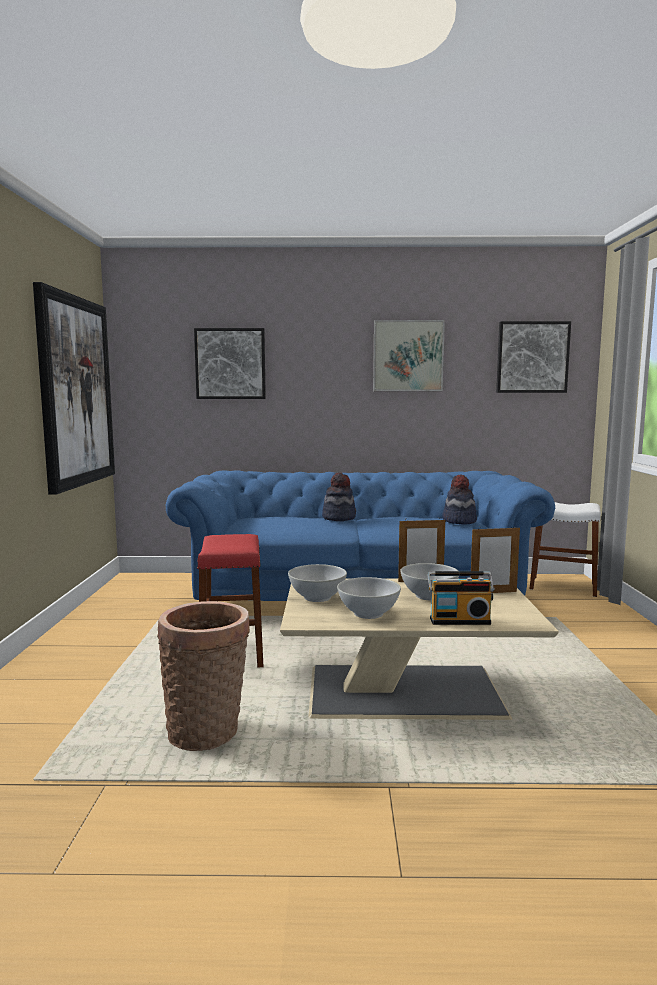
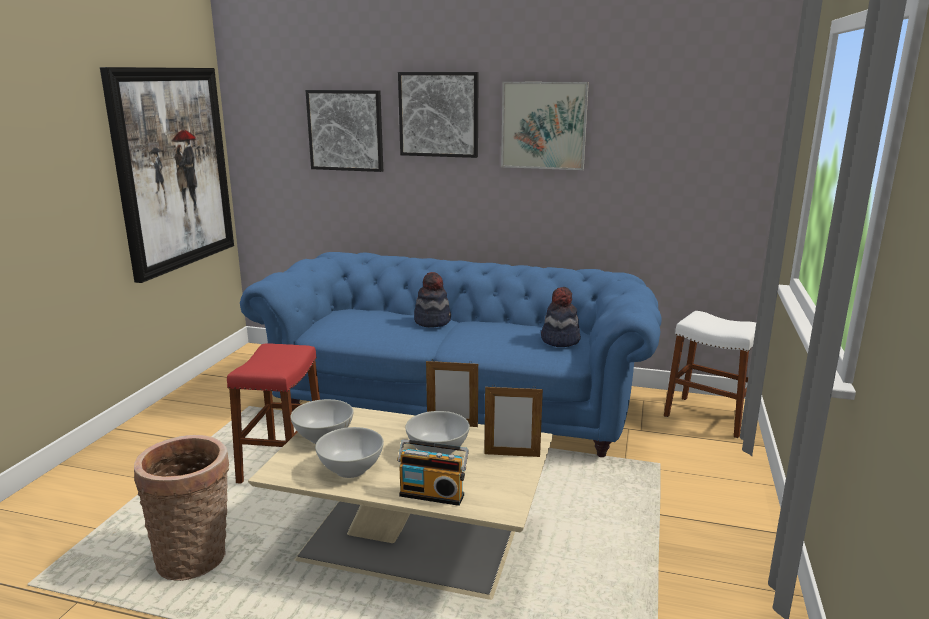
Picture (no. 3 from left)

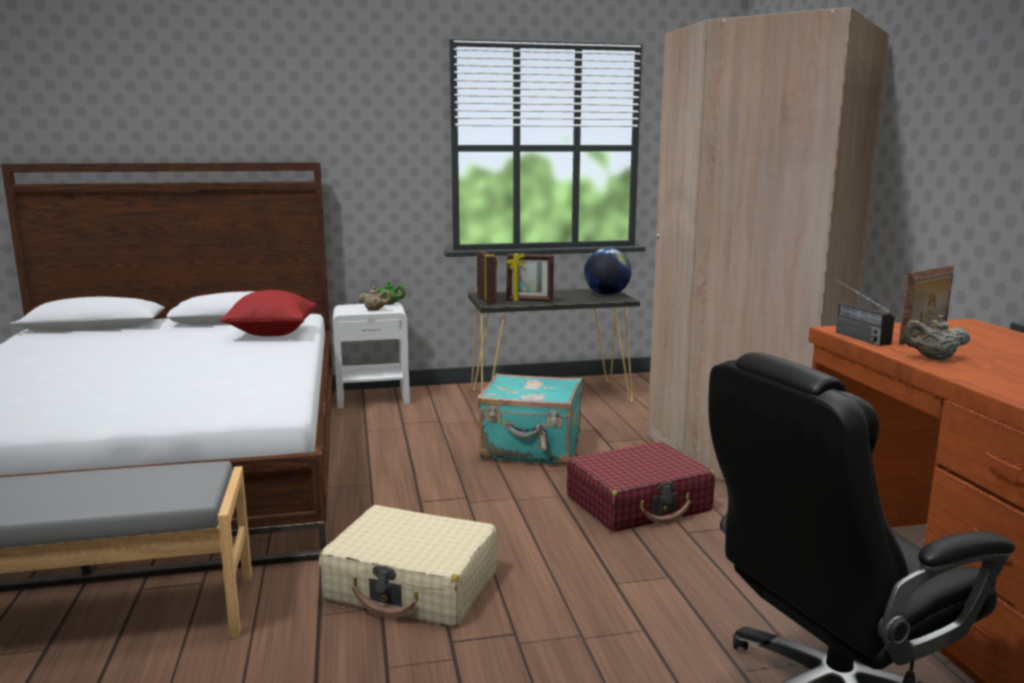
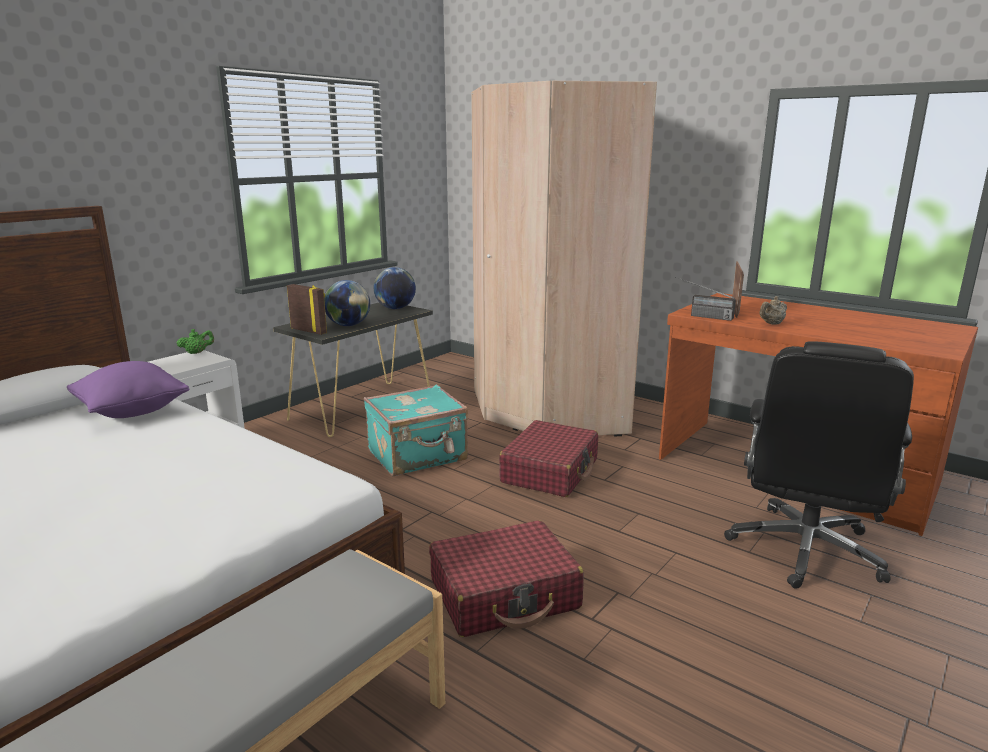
Globe (no. 1 from left)
BeigeTeapot (no. 1 from left in the first image)
PurplePillow
RedSuitcase (no. 1 from left)

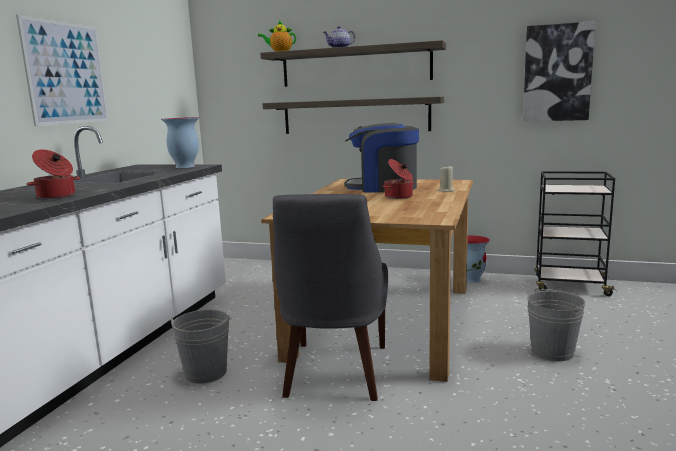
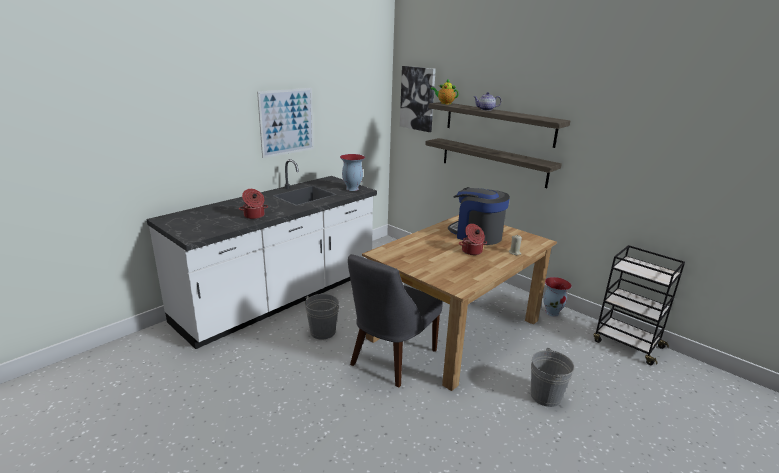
Picture (no. 2 from left)

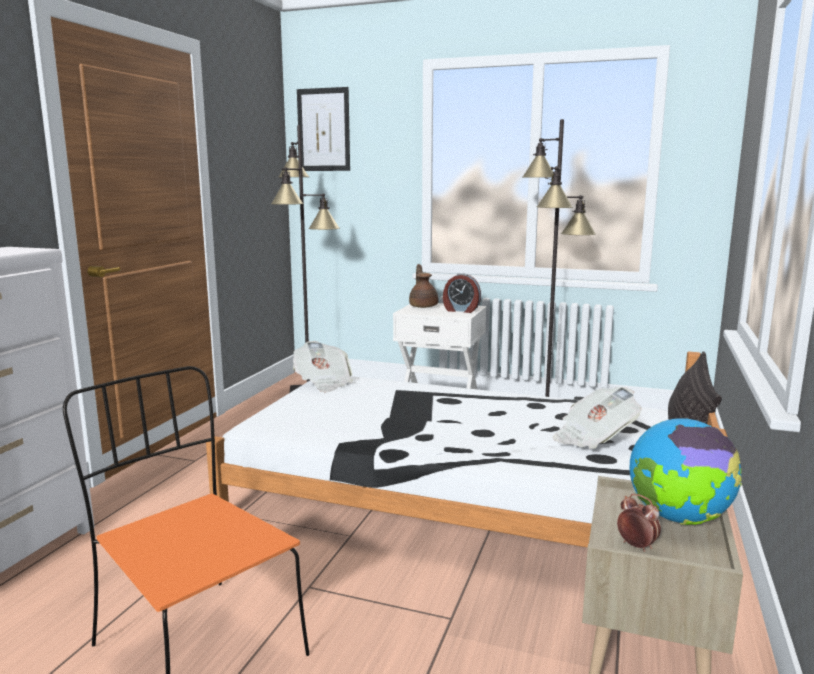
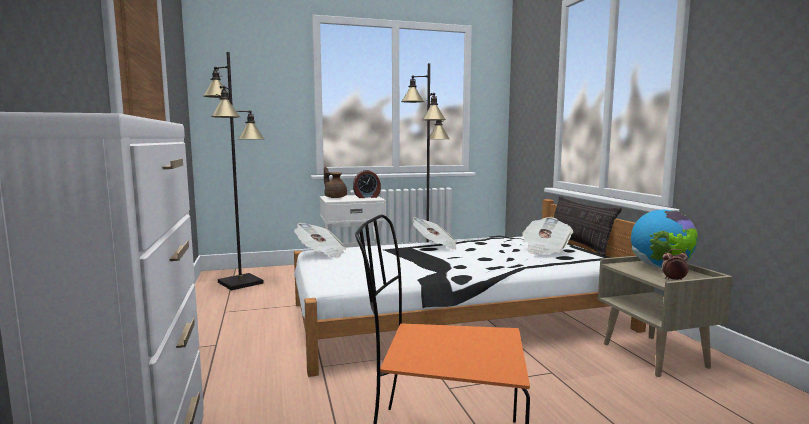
Picture
Newspaper (no. 2 from left)

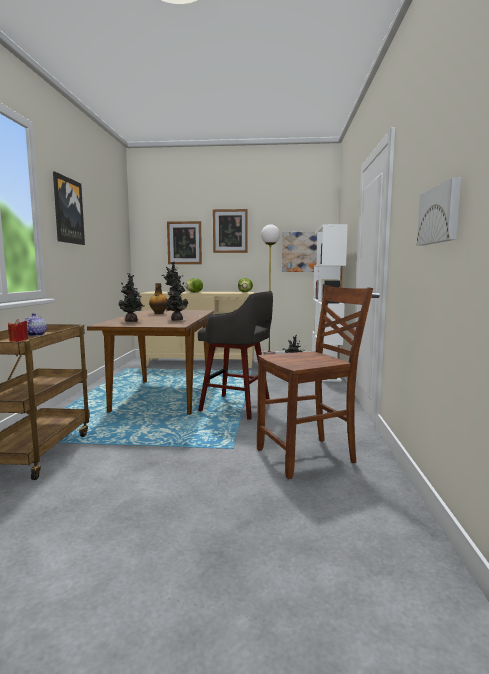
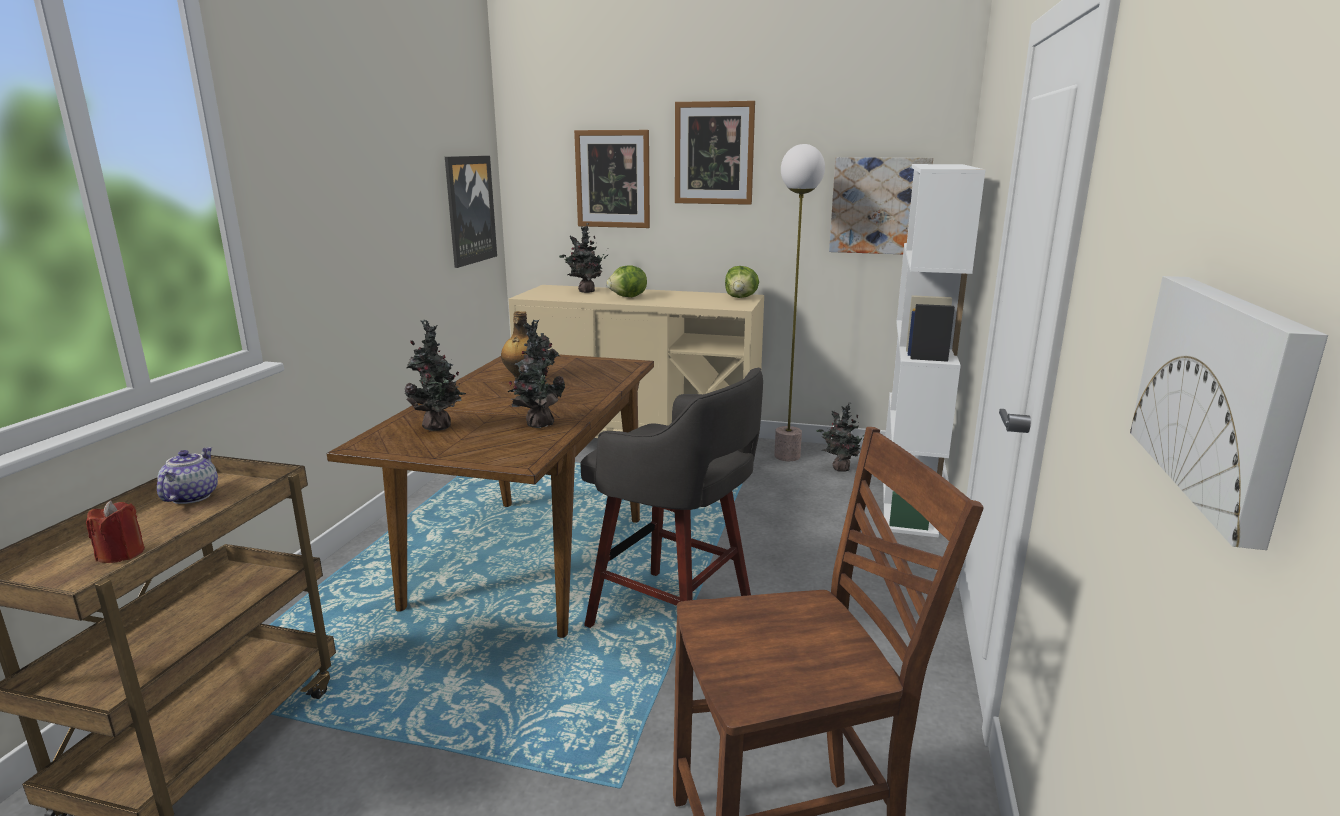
Picture (no. 1 from left)

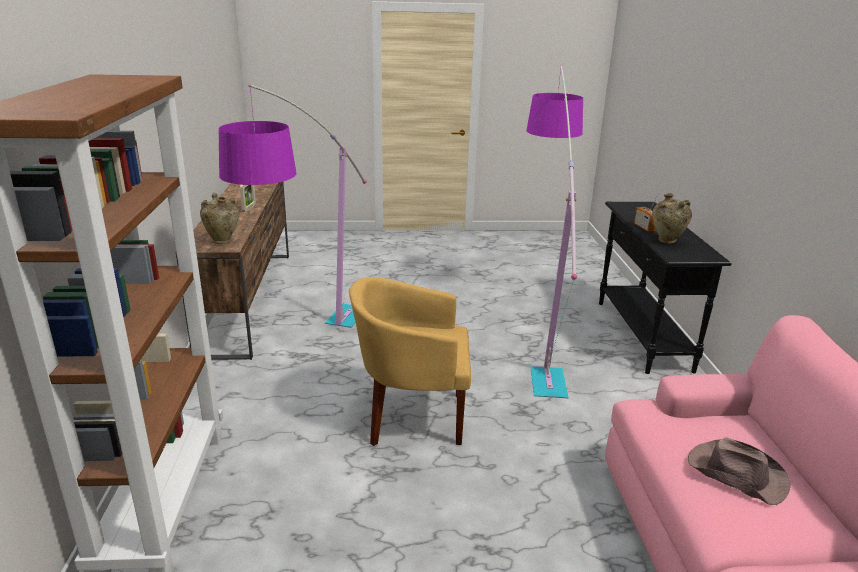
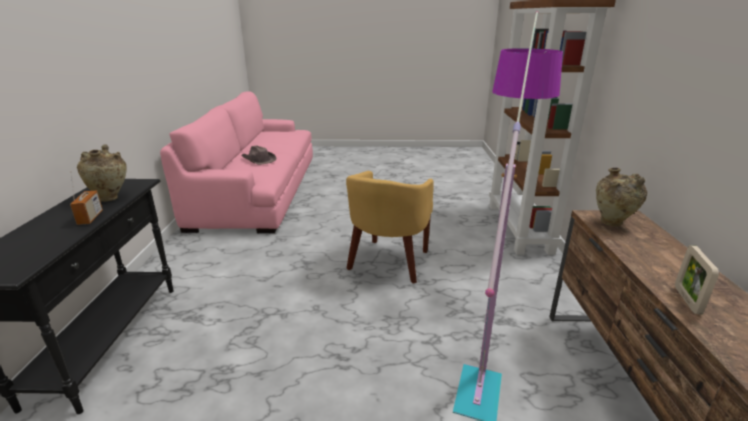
FloorLamp (no. 2 from left in the first image)
YellowArmchair

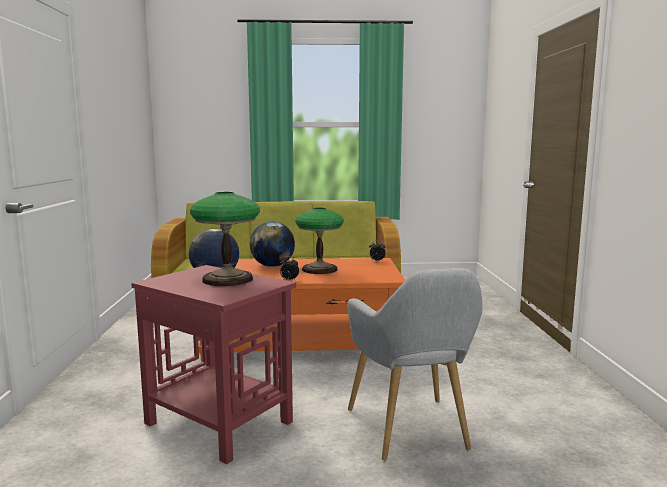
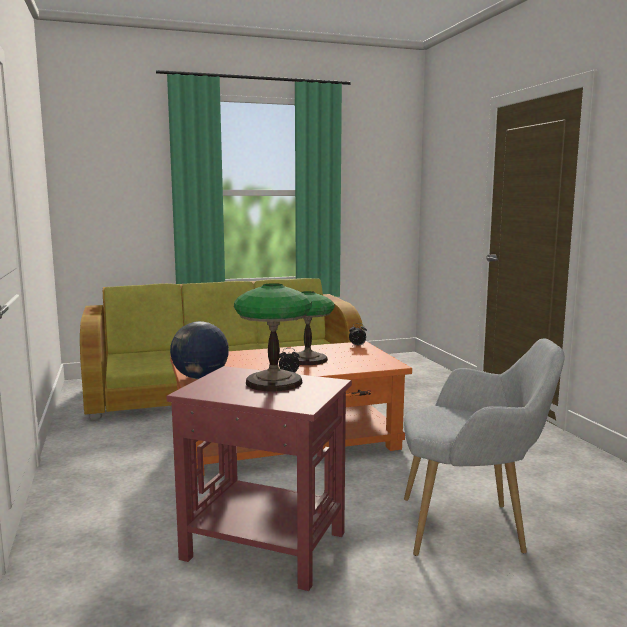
Globe (no. 2 from left in the first image)
GreyArmchair

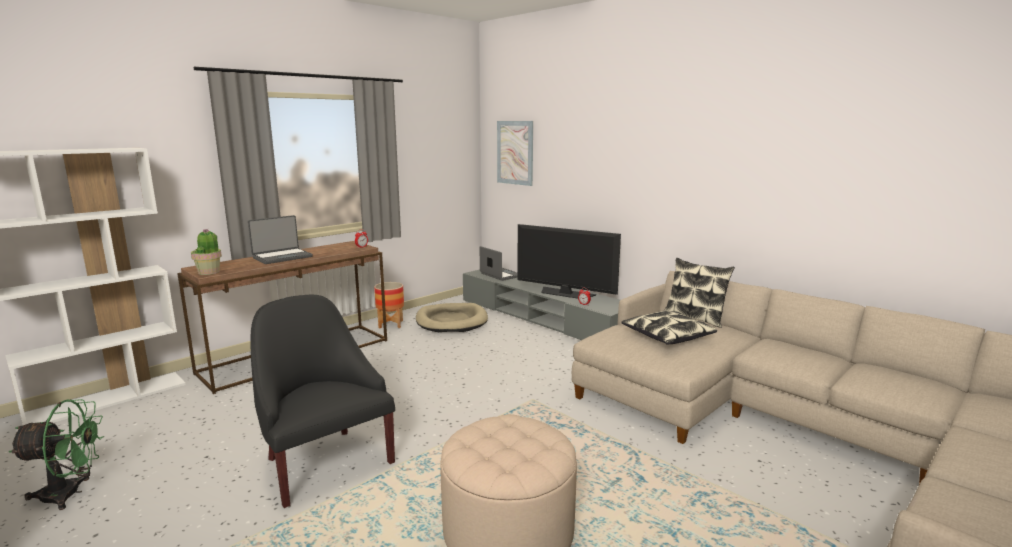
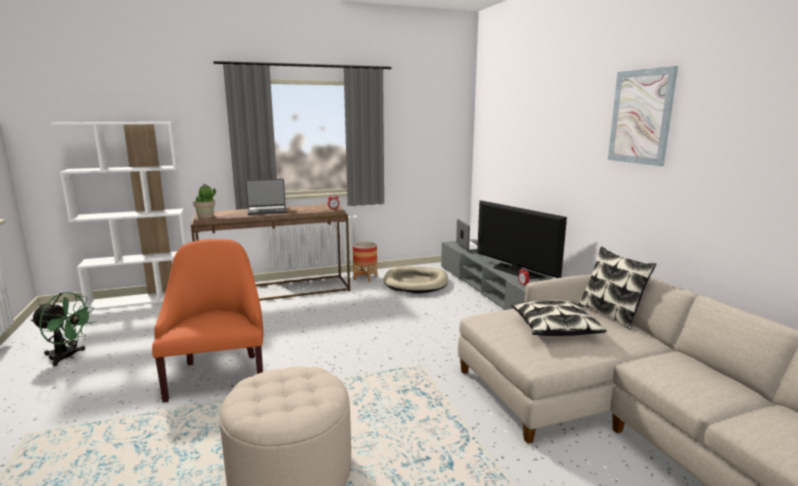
Picture
OrangeArmchair

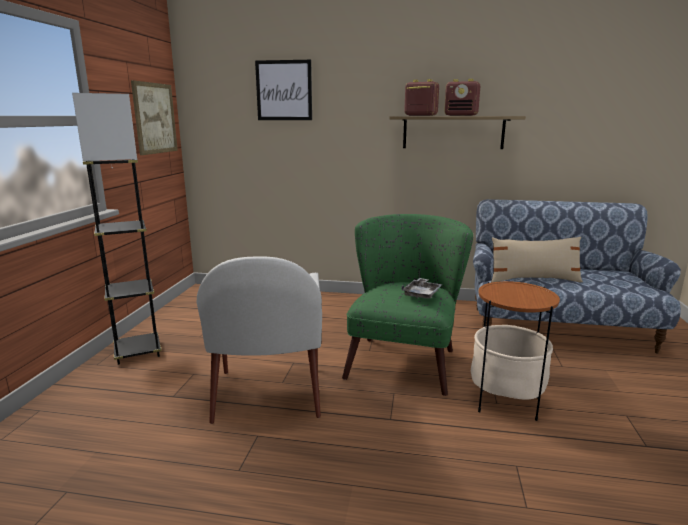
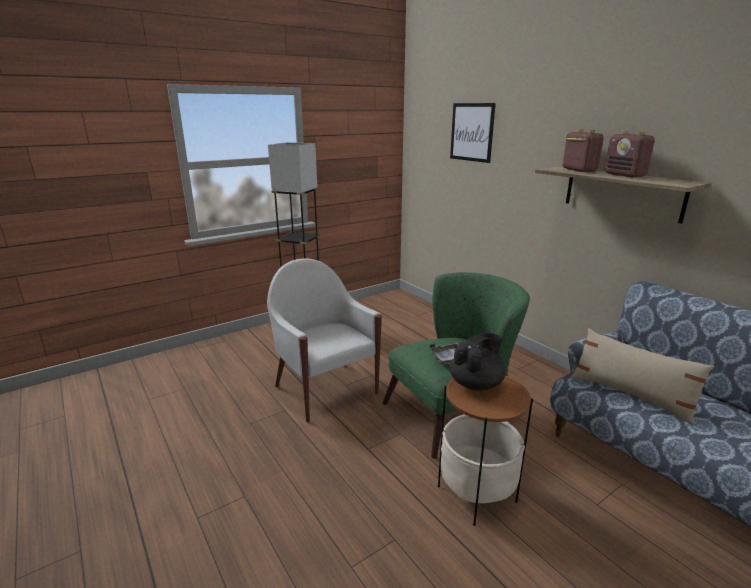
Picture (no. 1 from left in the first image)
WhiteArmchair
BlackTeapot

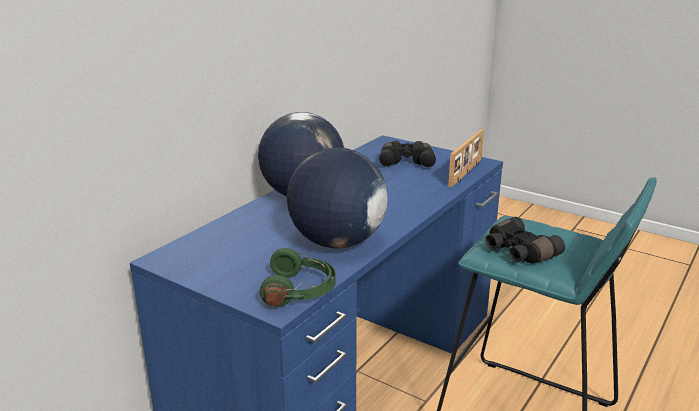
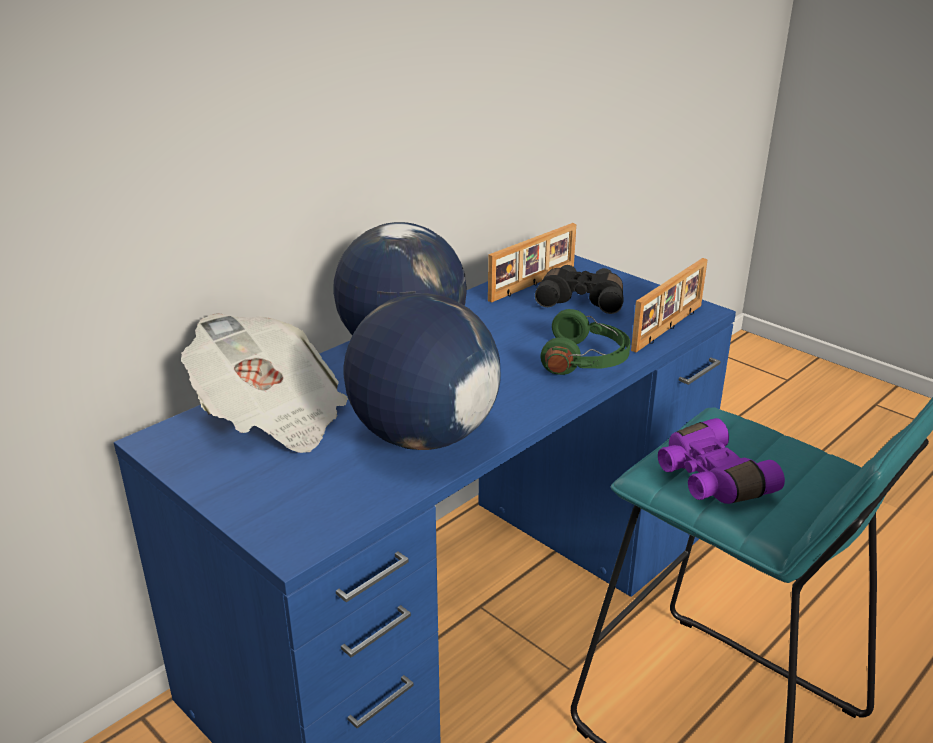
PurpleBinoculars
GreenHeadphones
PictureFrame (no. 1 from left)
Newspaper

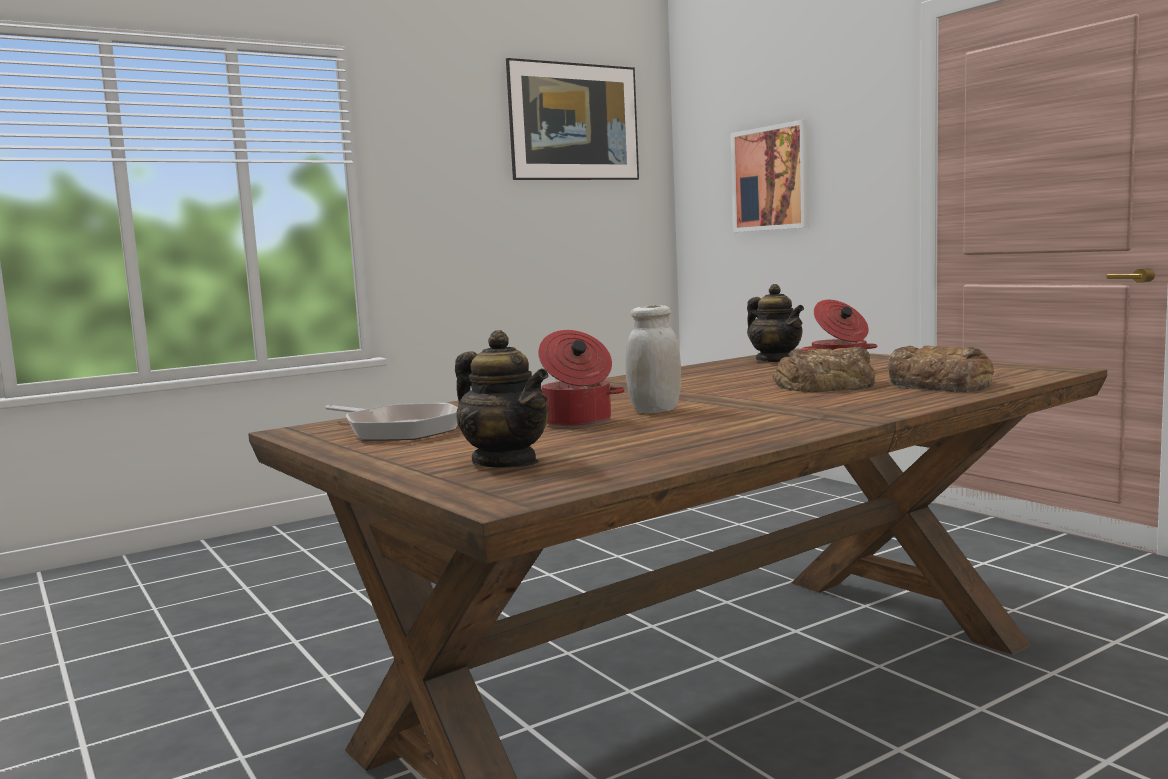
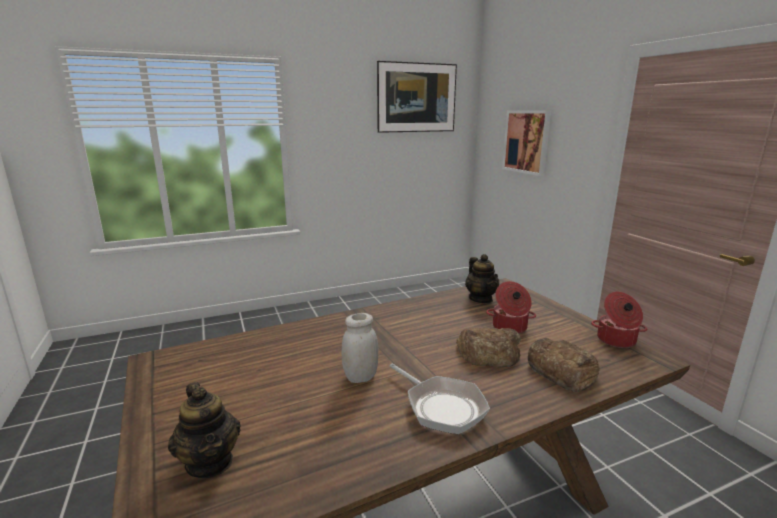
CookingPot (no. 2 from left)
FryingPan

